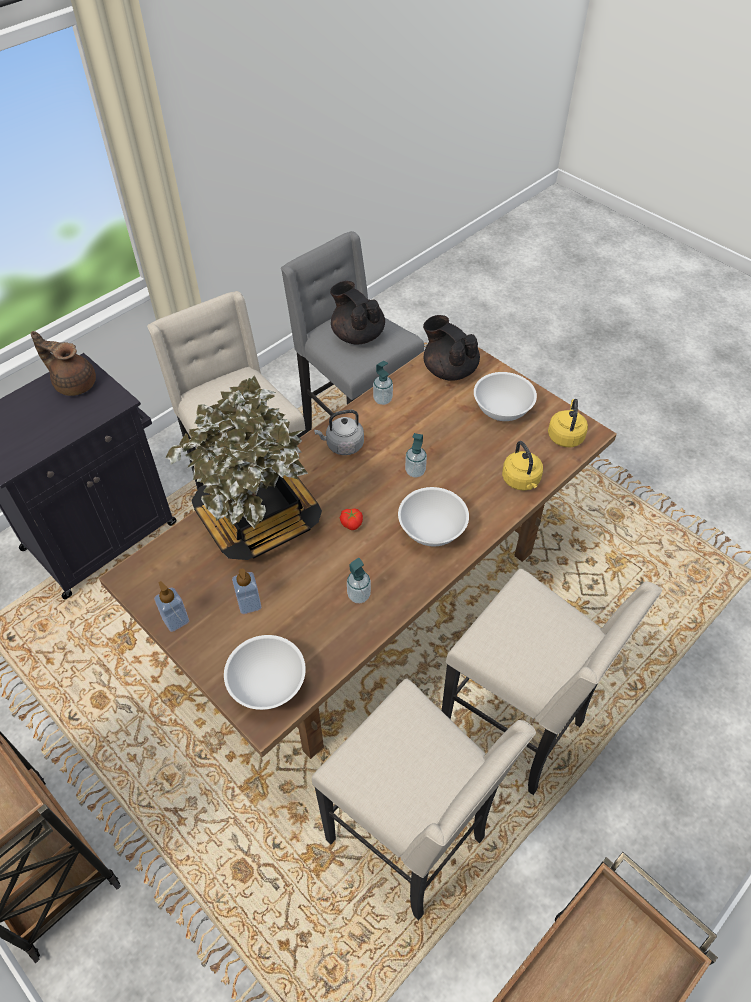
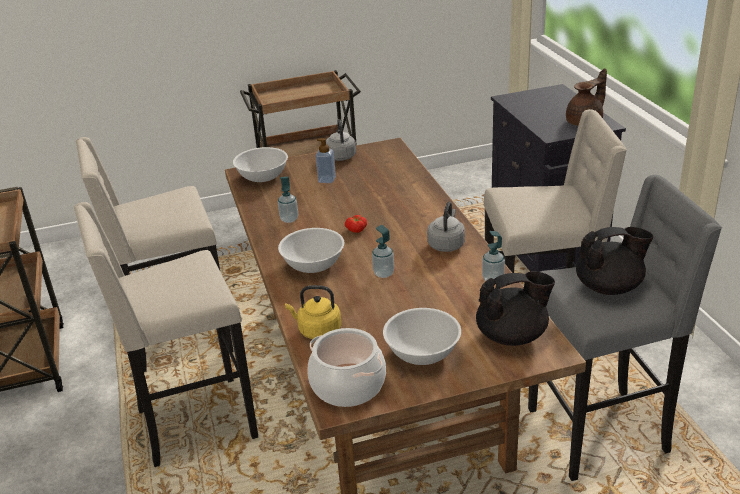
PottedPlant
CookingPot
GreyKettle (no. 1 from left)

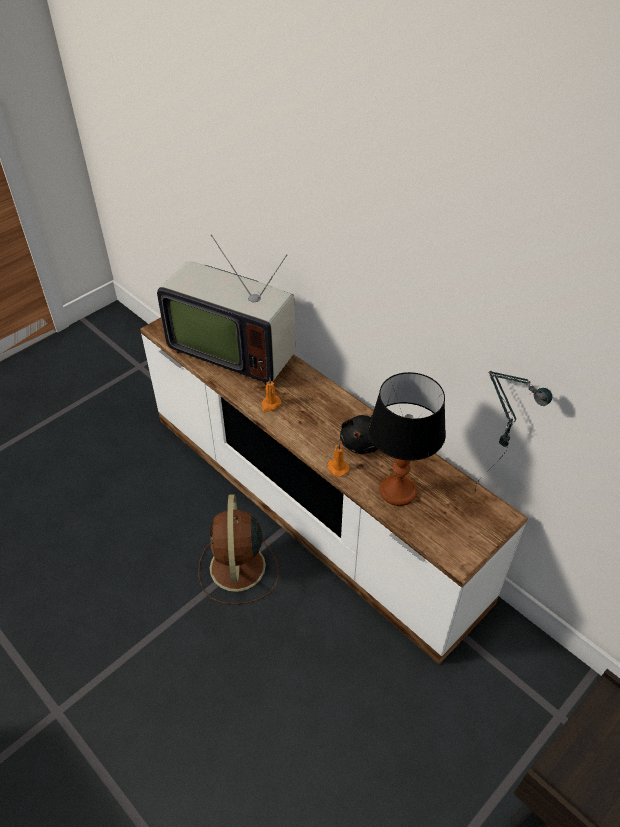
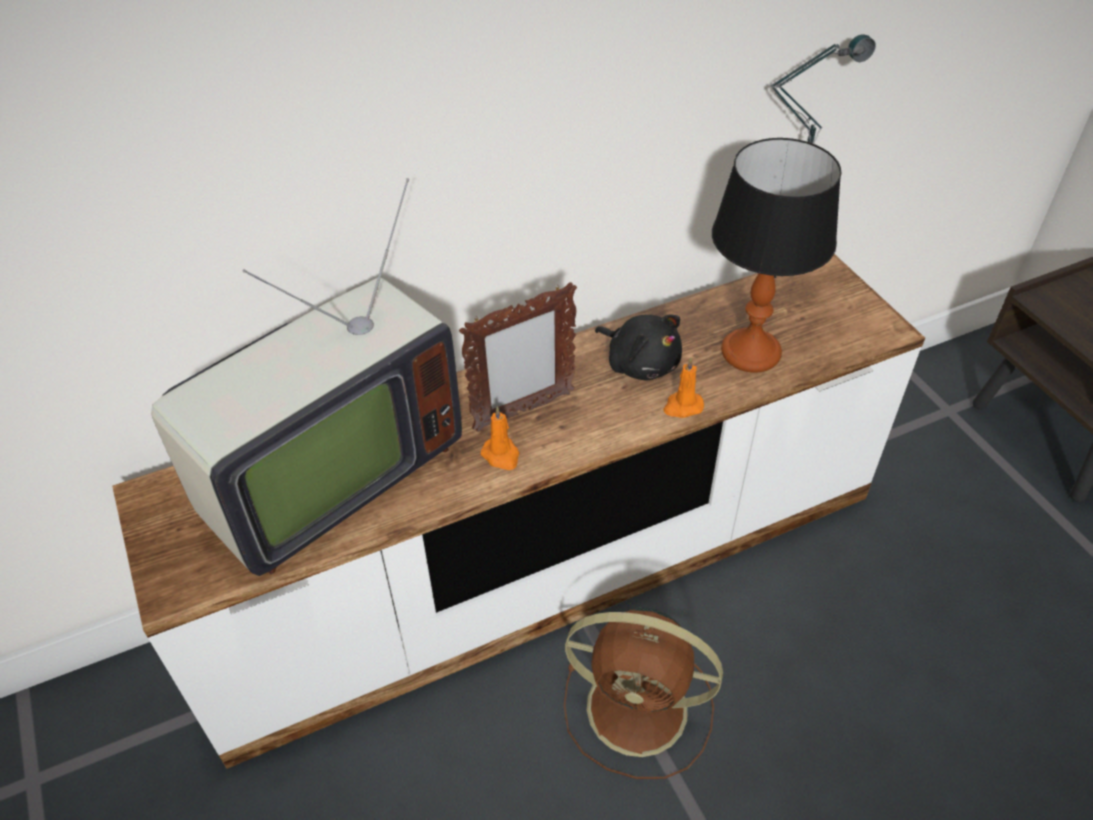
PictureFrame

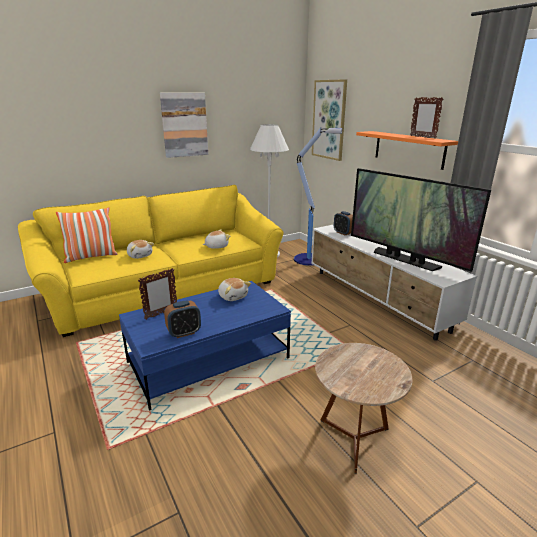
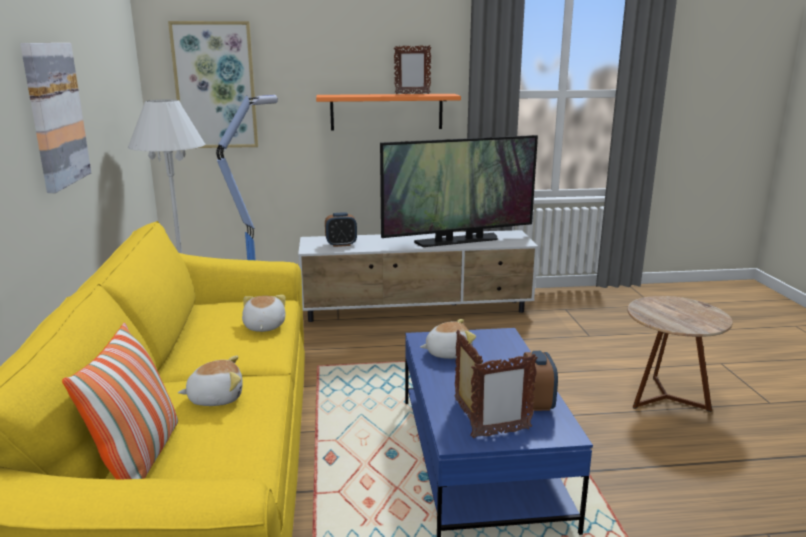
PictureFrame (no. 3 from left)

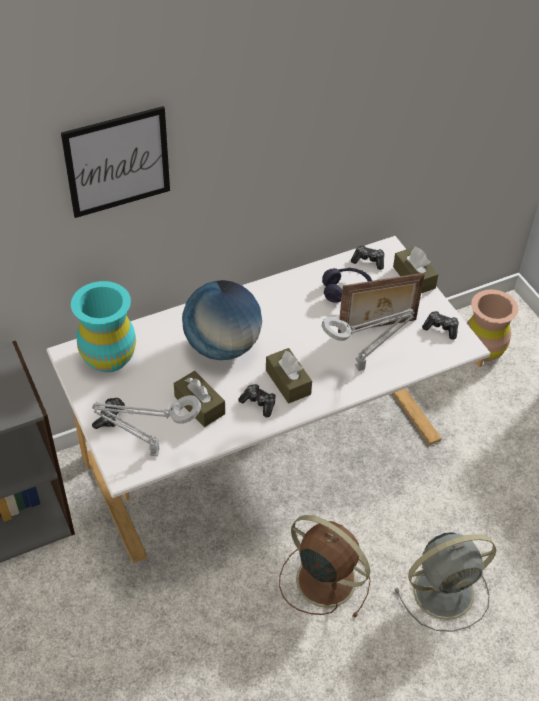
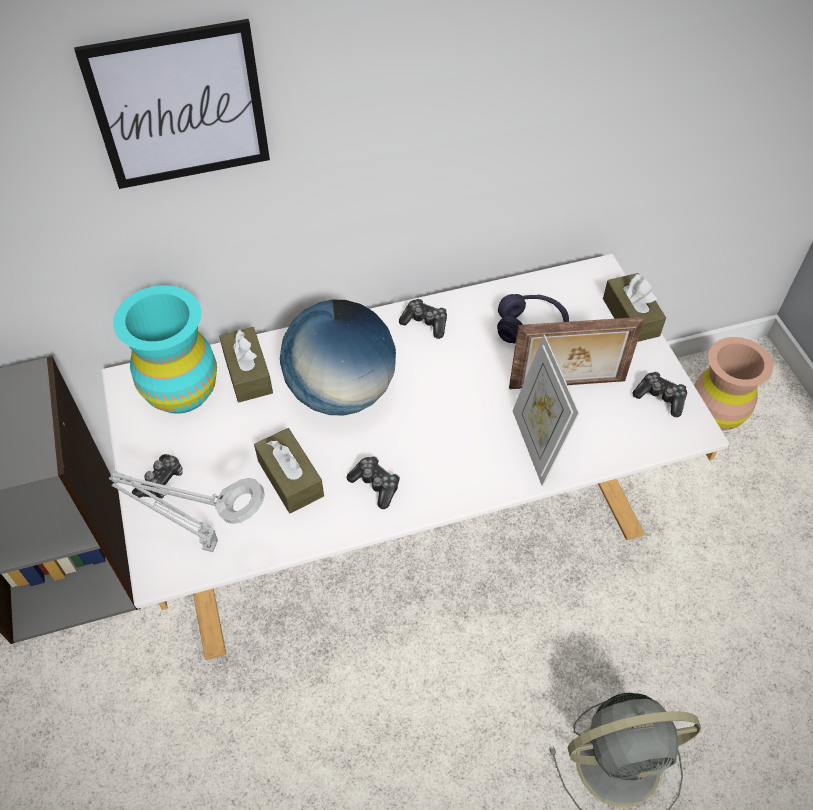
GameController (no. 3 from left)
PictureFrame (no. 1 from left)
BrownTissueBox (no. 1 from left)
BrownFan

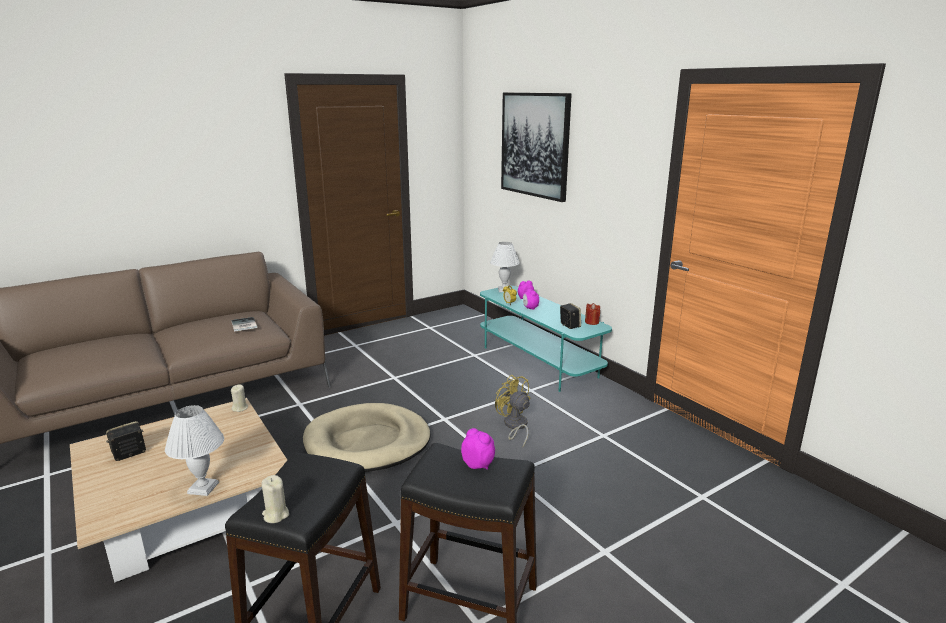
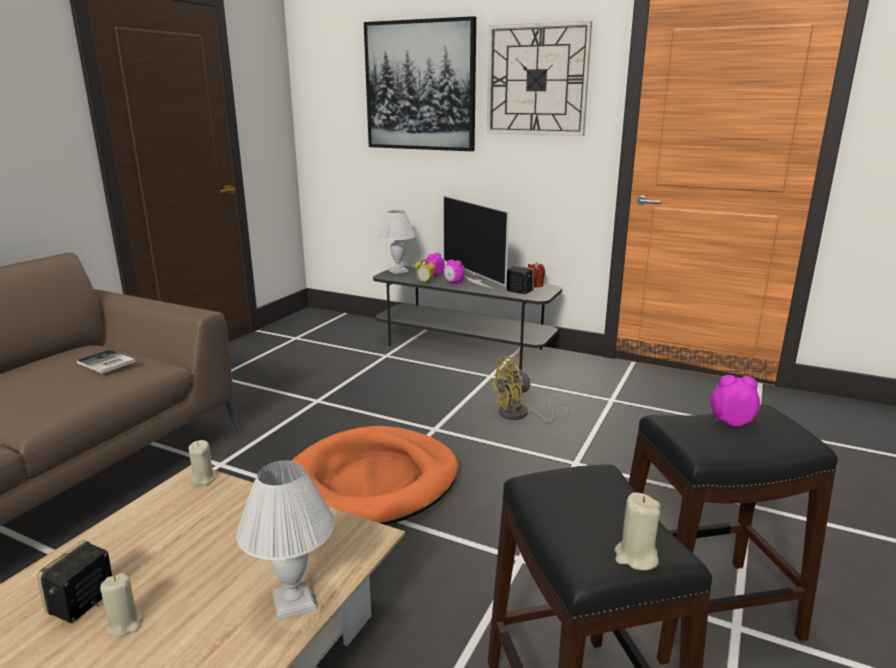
GreyTvStand
YellowFan
OrangeDogBed
WallClock
Television
BeigeCandle (no. 1 from left)

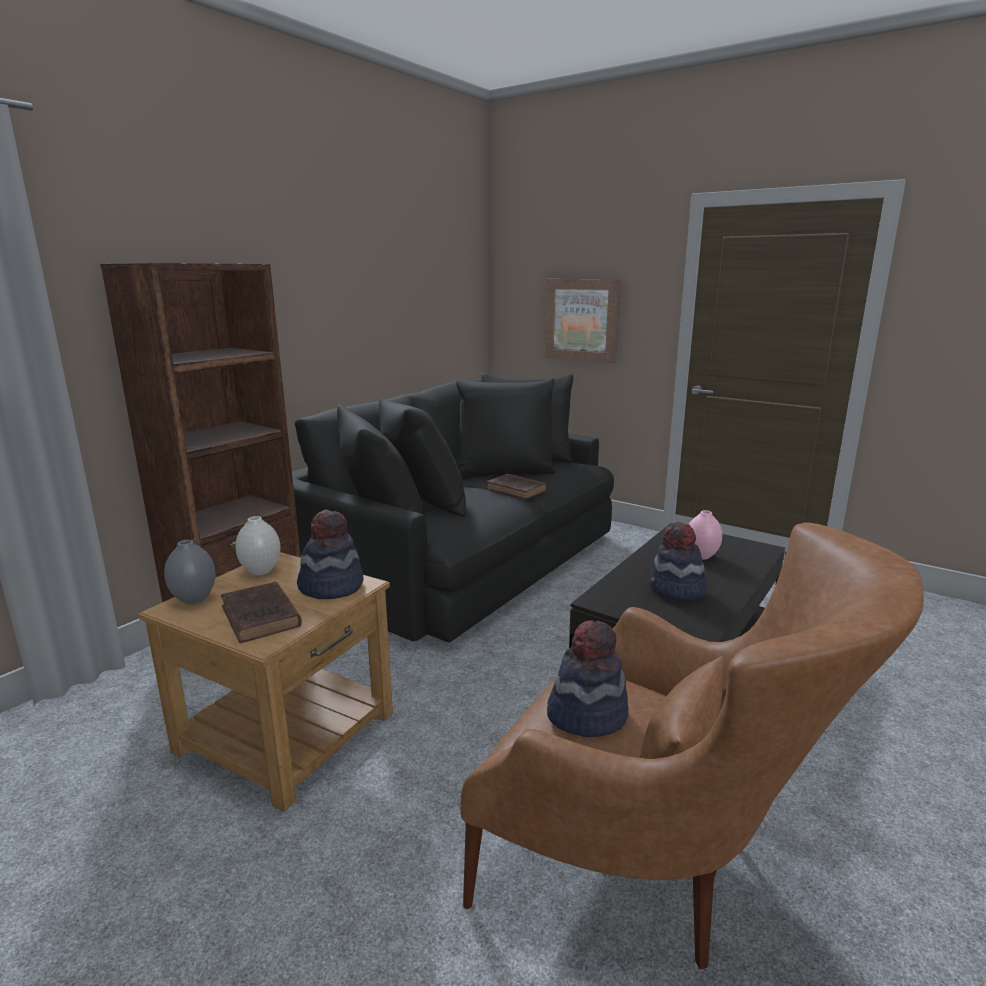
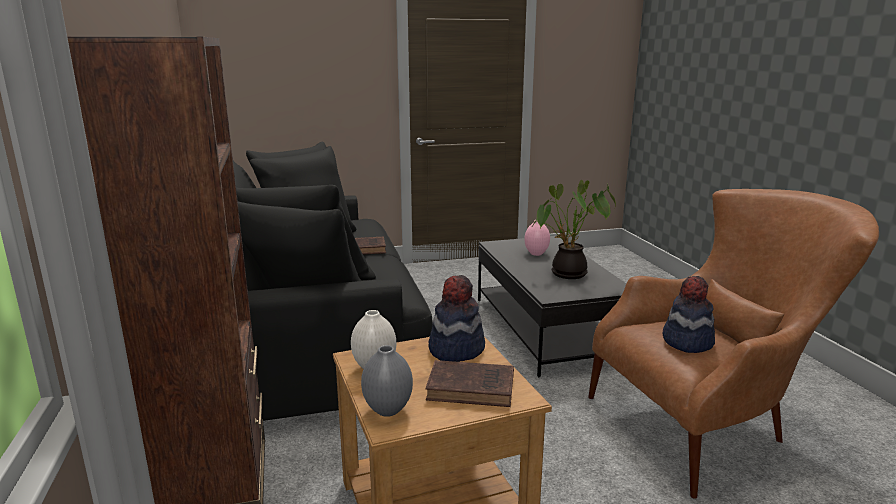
Picture
PottedPlant

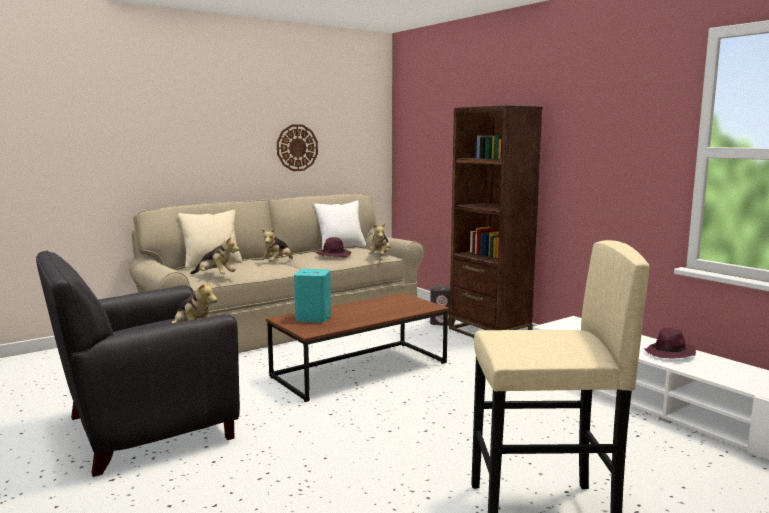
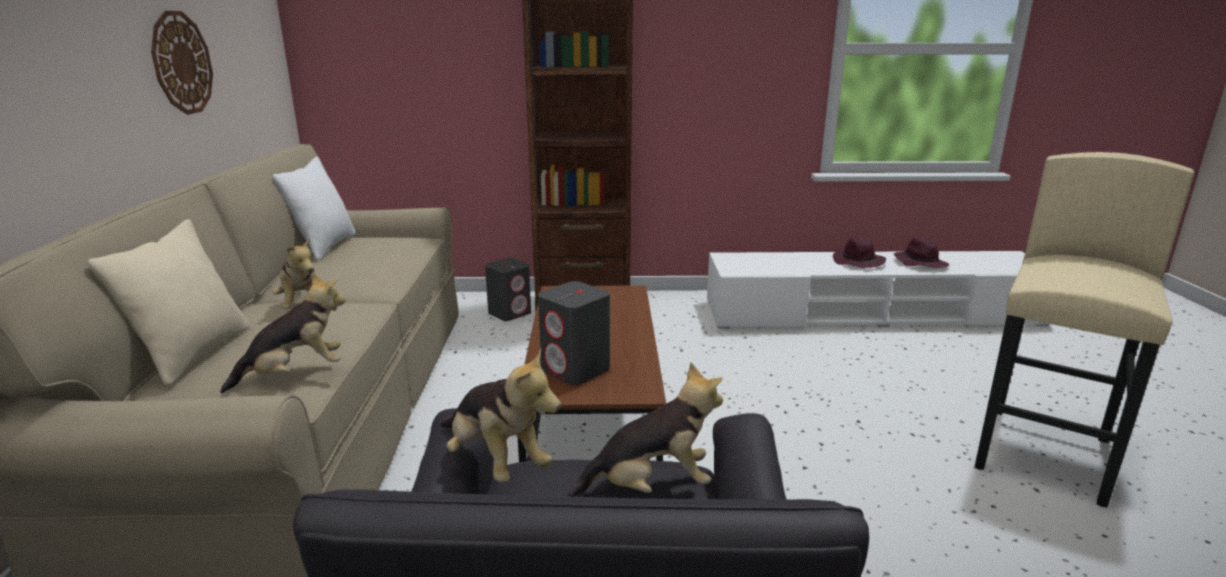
PlushToy (no. 3 from left)
PurpleHat (no. 2 from left)
GreySpeaker (no. 2 from left)

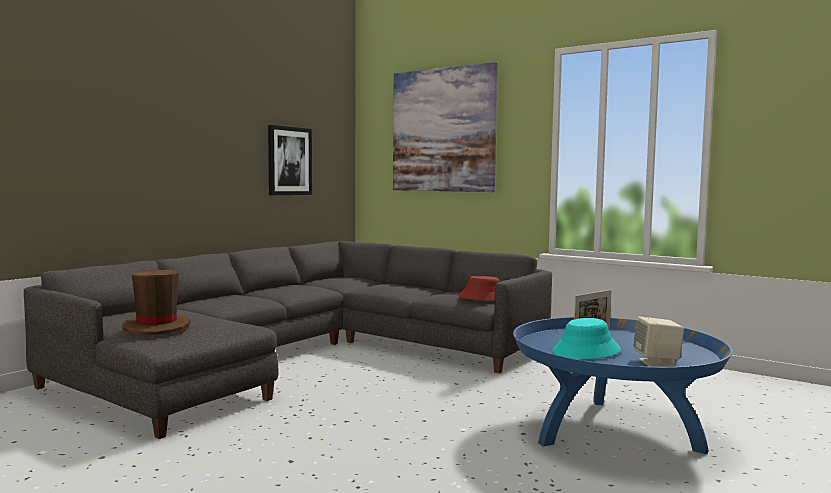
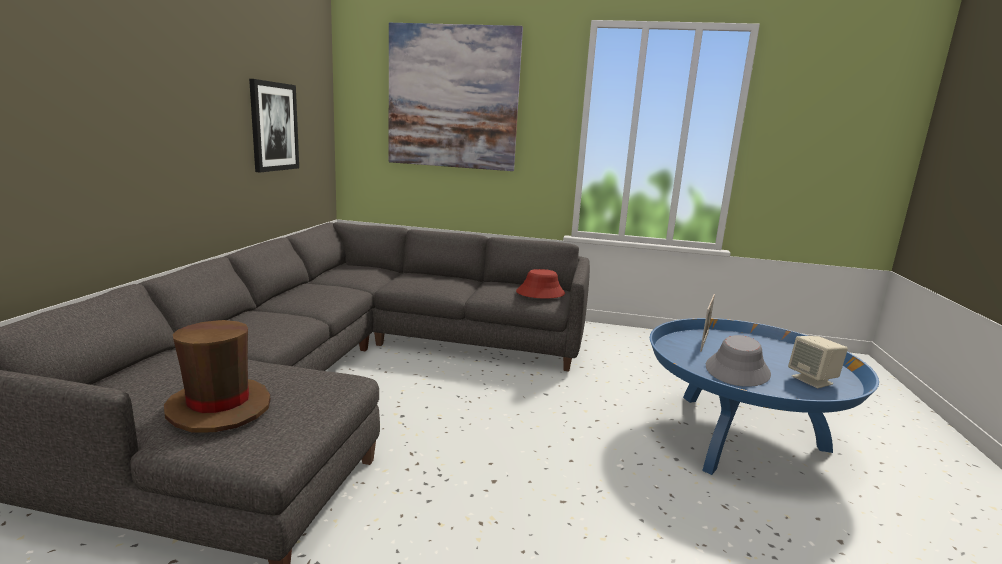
GreyHat

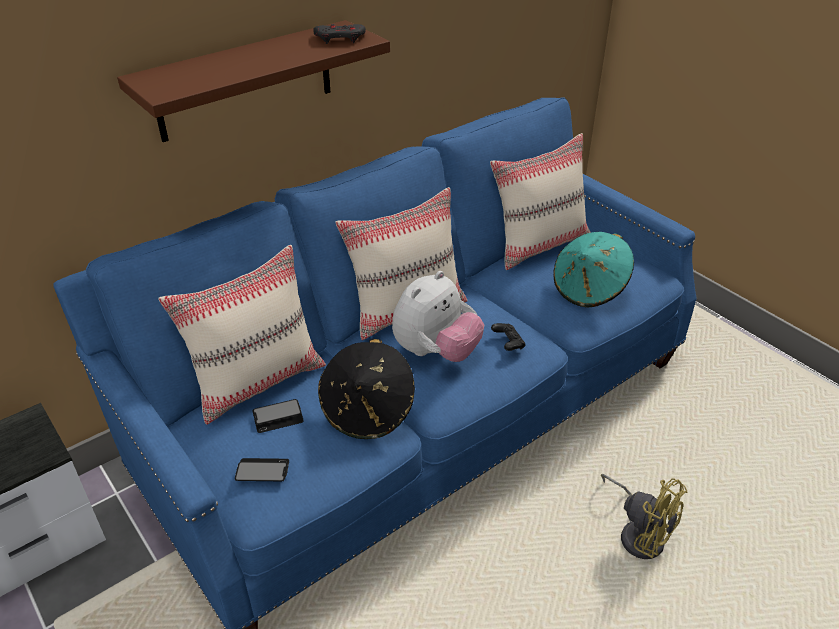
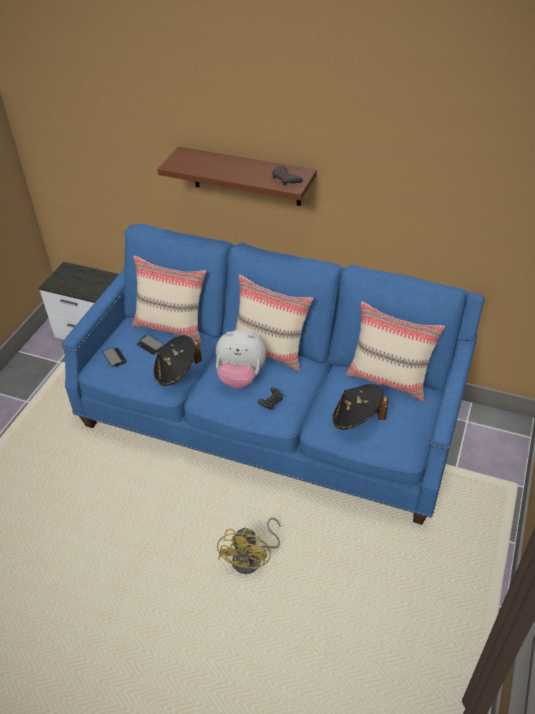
BlackHat (no. 2 from left)

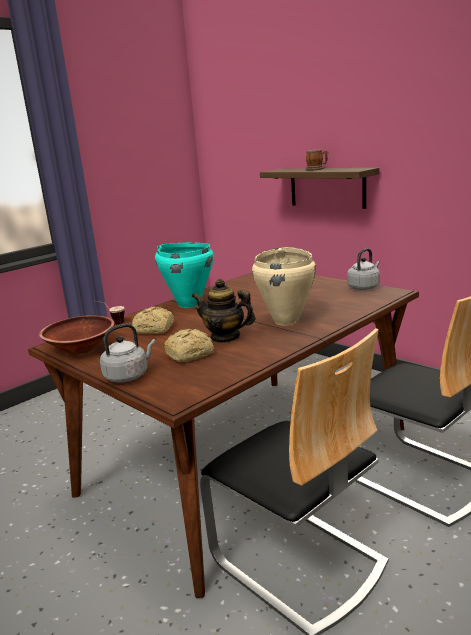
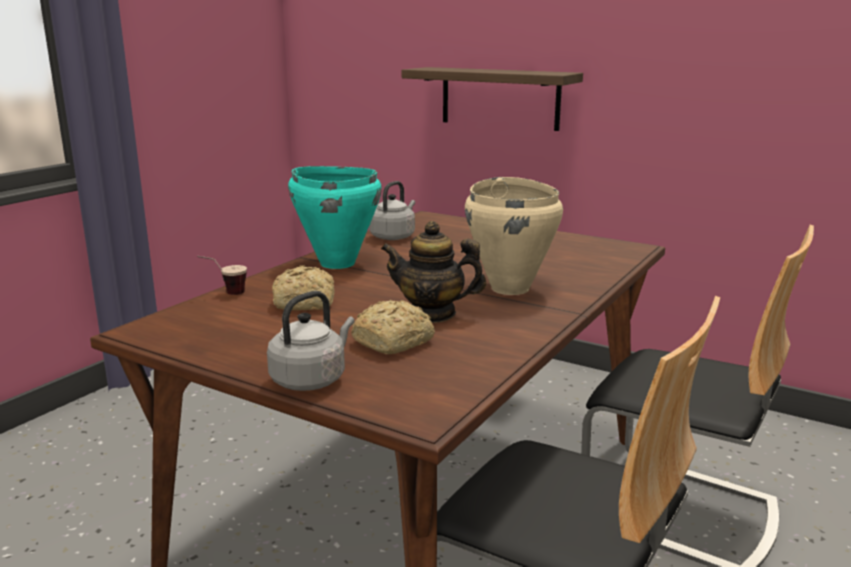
Mug
GreyKettle (no. 2 from left)
BrownBowl

